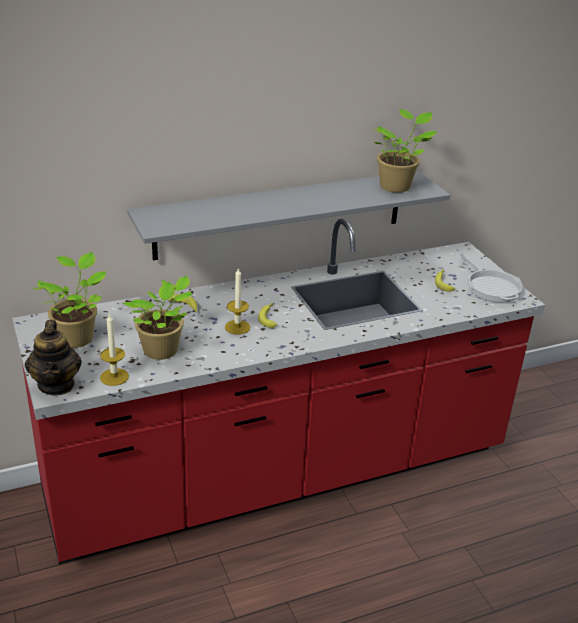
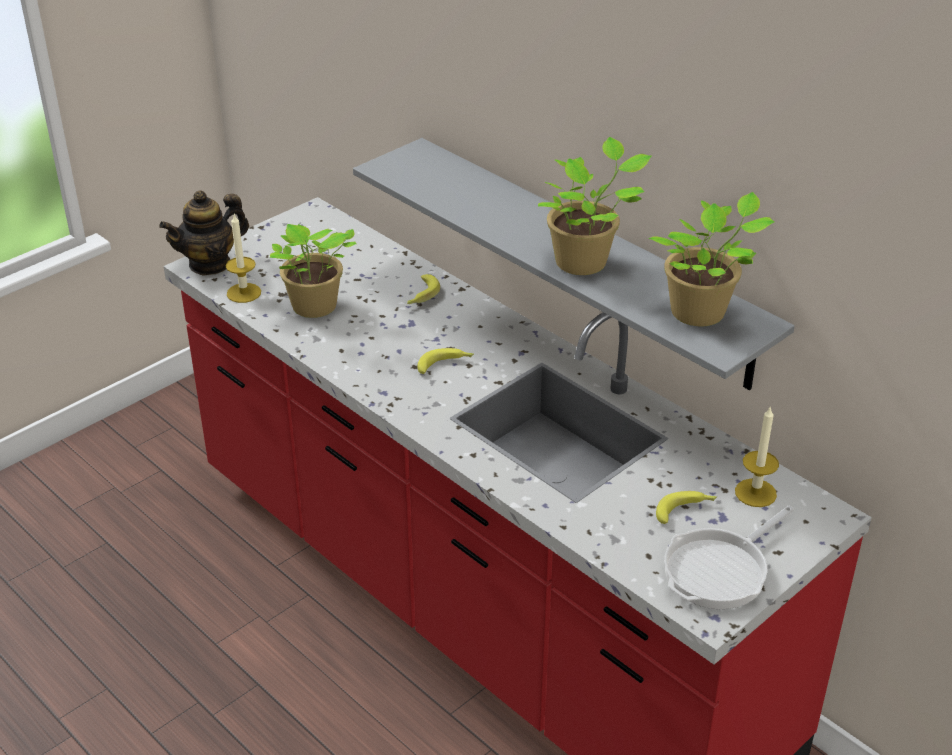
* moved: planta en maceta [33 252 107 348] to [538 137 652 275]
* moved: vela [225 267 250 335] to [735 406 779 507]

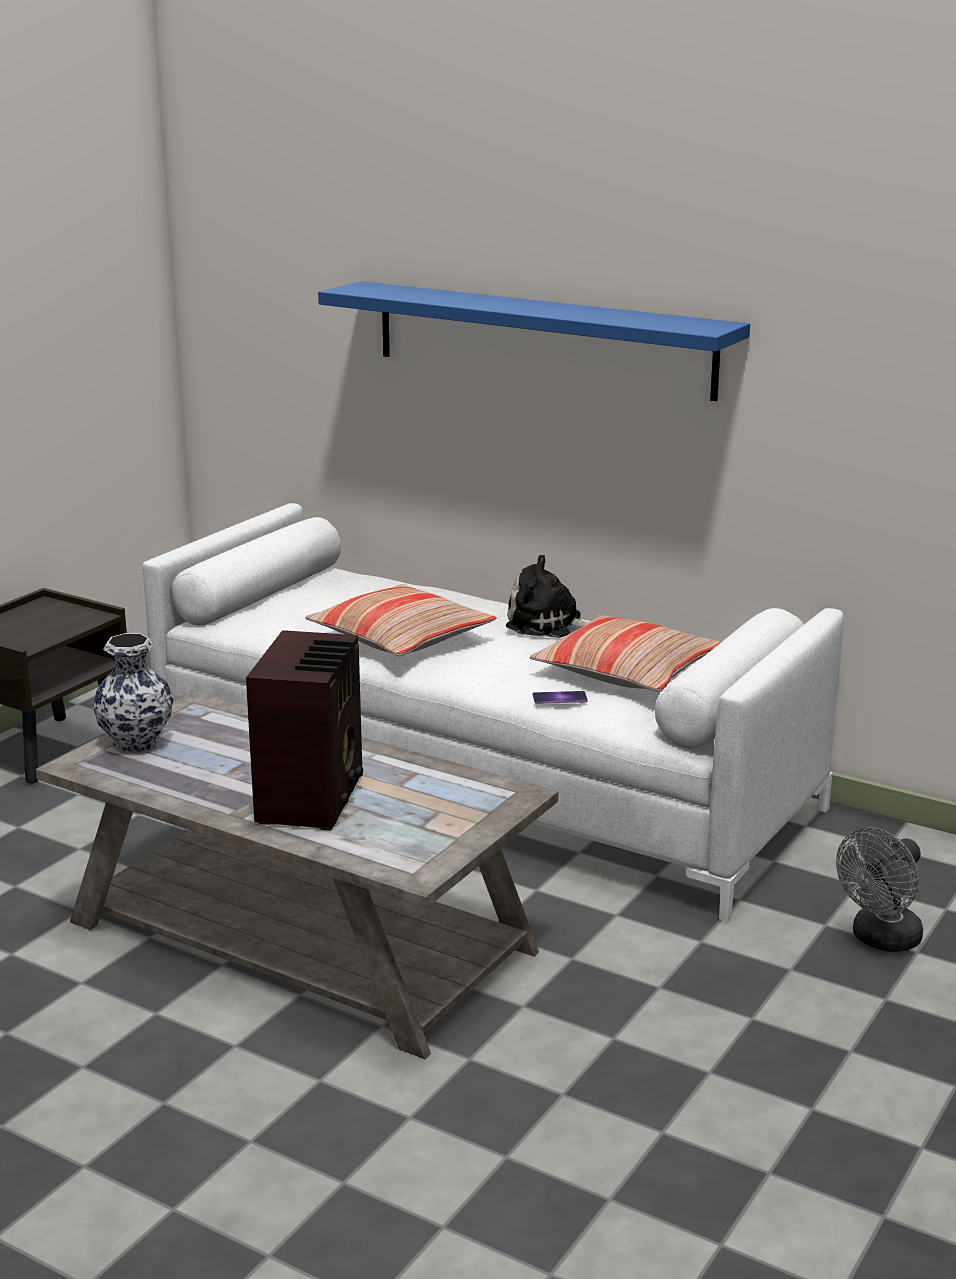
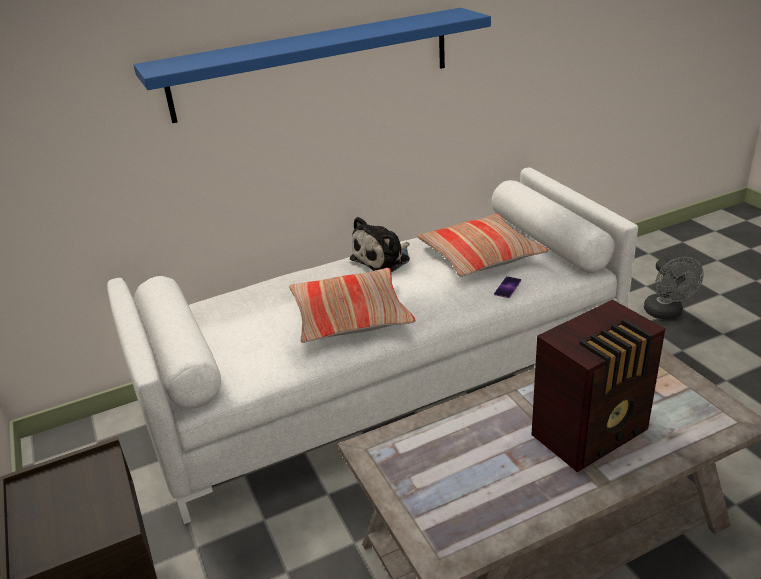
* turned: radio [246 630 363 830] = [531 300 665 472] 105 degrees clockwise
* removed: florero [93 633 173 754]

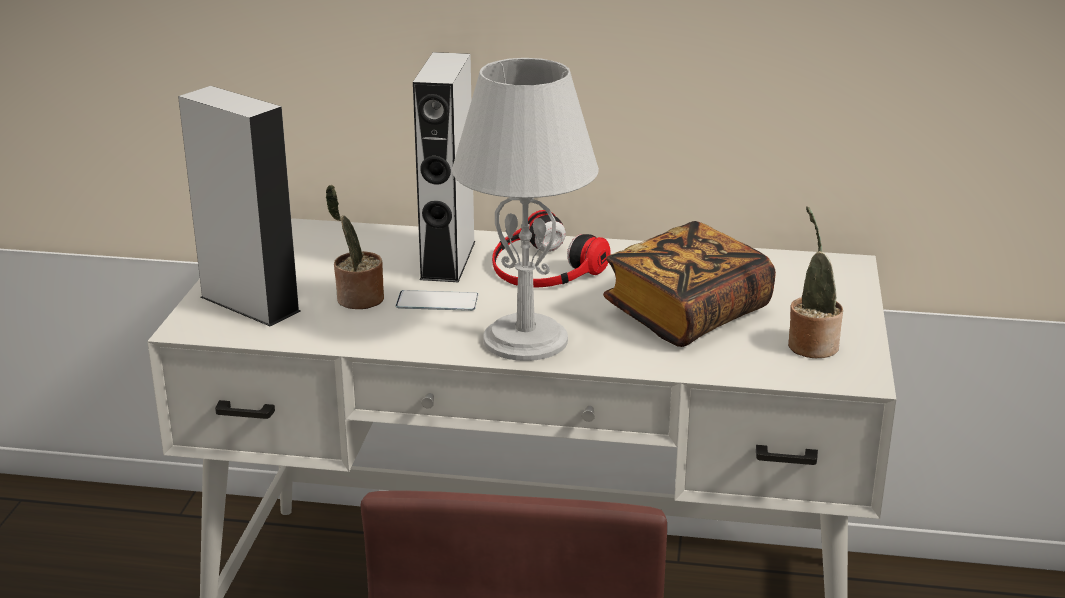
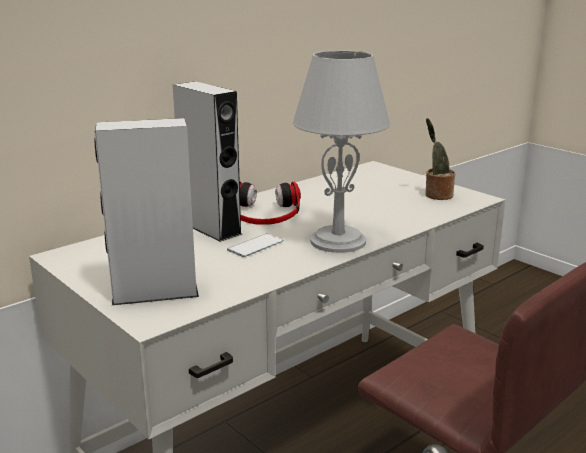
* removed: planta en maceta [325 185 384 309]
* removed: libro [603 221 776 347]

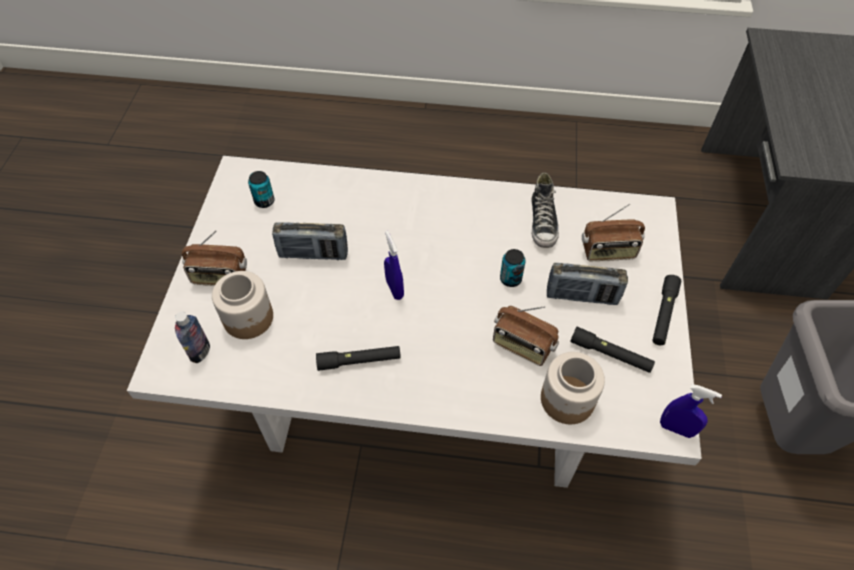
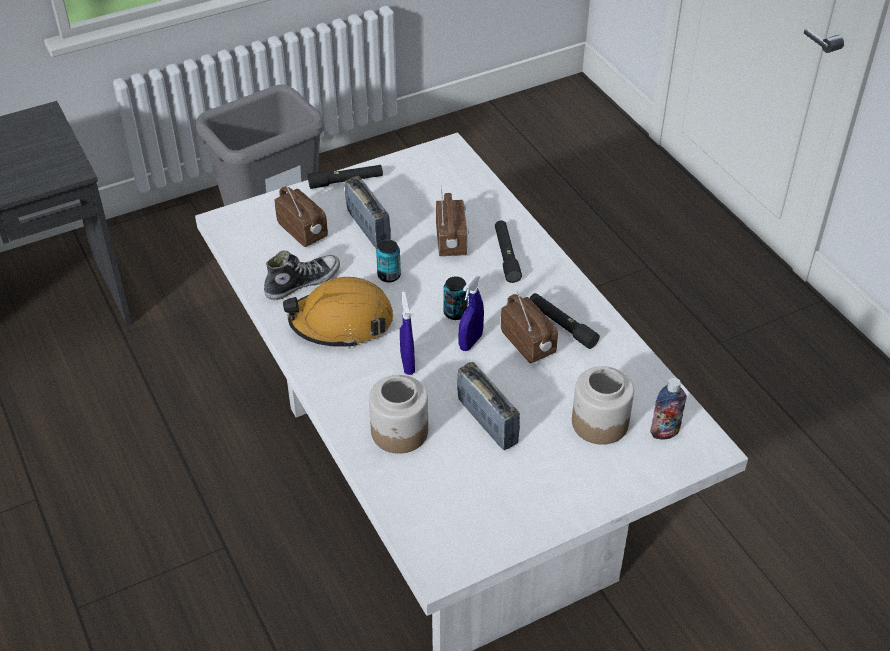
* added: casco (naranja) [283 277 393 349]
* moved: tarro [541 352 605 424] to [369 375 428 454]
* moved: pulverizador (azul) [660 384 722 438] to [400 291 415 375]
* moved: lata [248 171 275 208] to [443 276 468 320]
* moved: linterna (negro) [570 327 655 373] to [495 220 522 283]
* moved: radio [182 230 247 286] to [501 290 558 363]

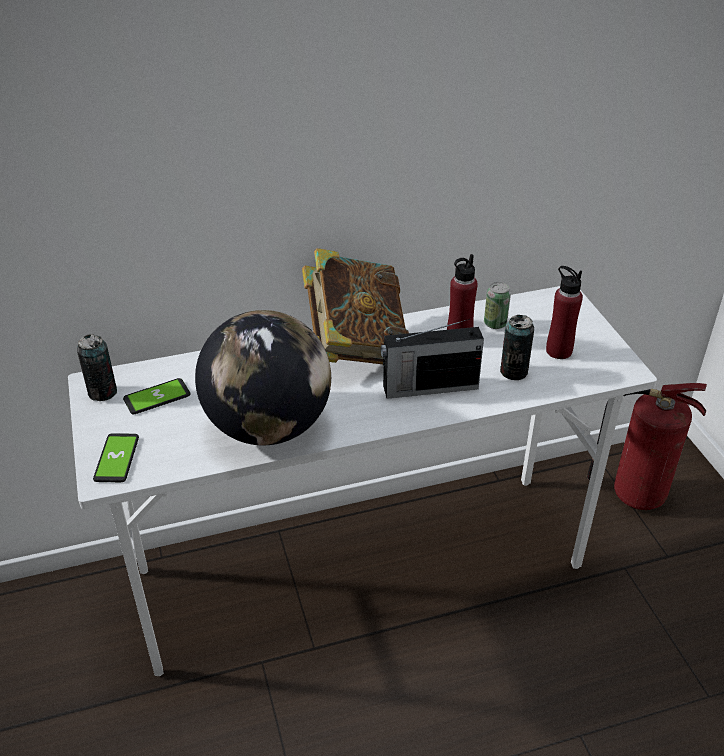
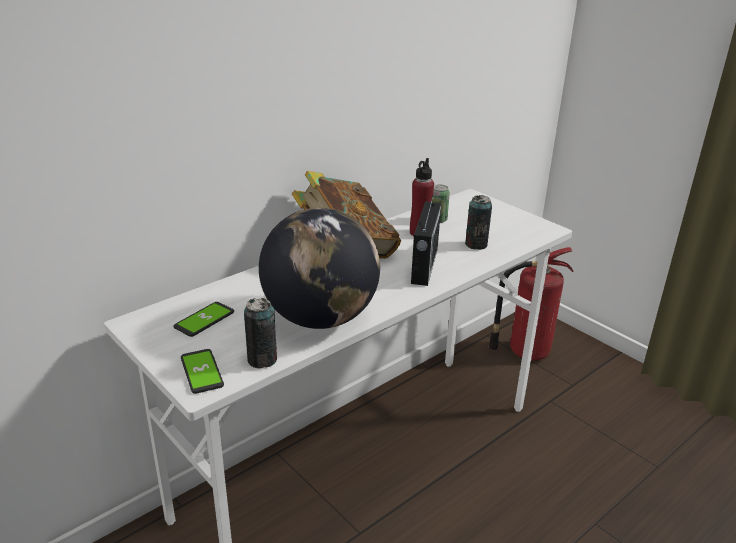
* moved: lata [77 334 117 401] to [244 298 277 368]
* turned: radio [381 319 484 399] = [411 192 441 286] 45 degrees counterclockwise
* removed: botella (rojo) [546 266 583 359]

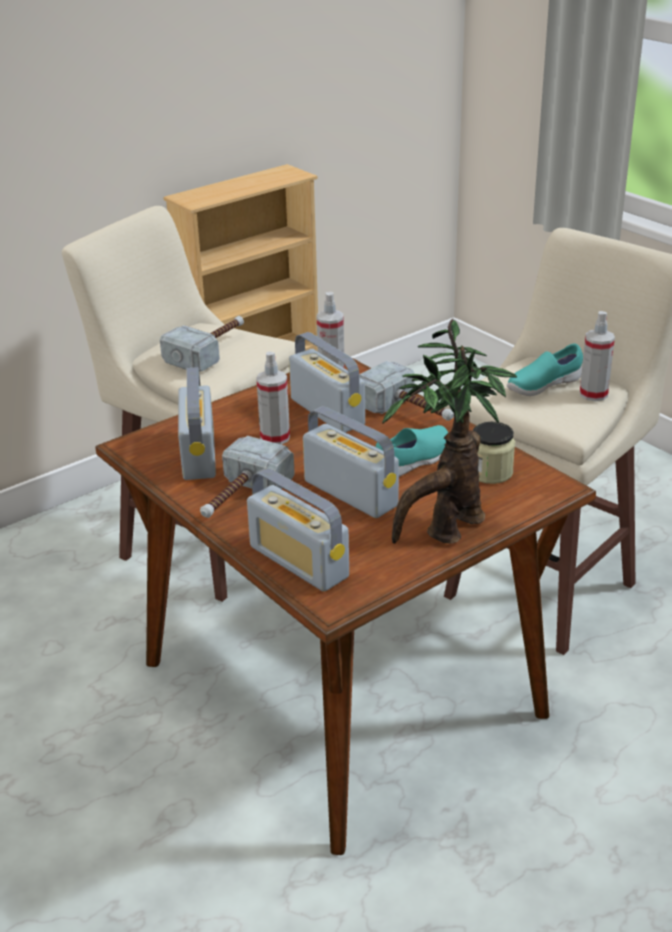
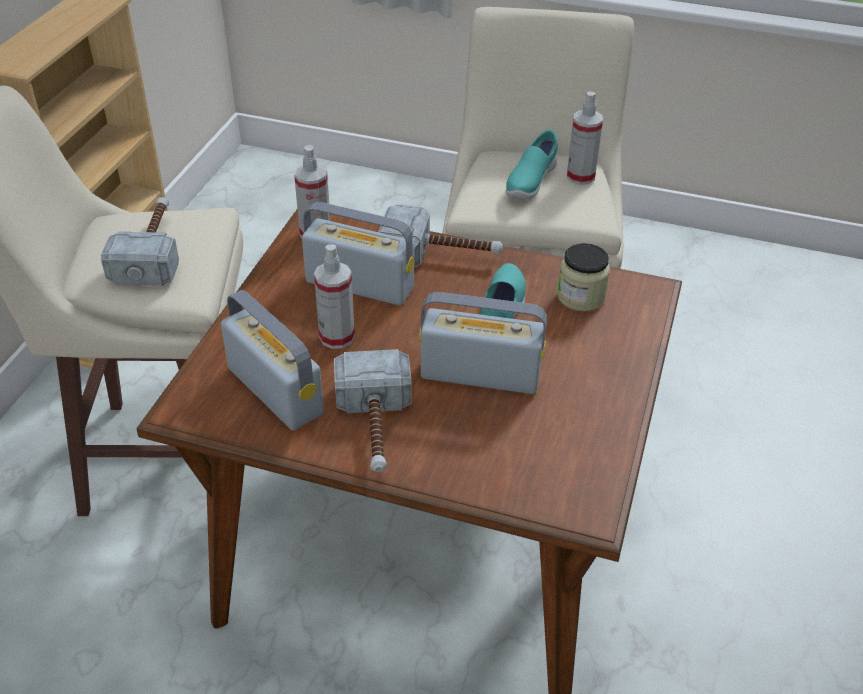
* removed: radio [247 468 349 592]
* removed: planta en maceta [382 319 517 544]

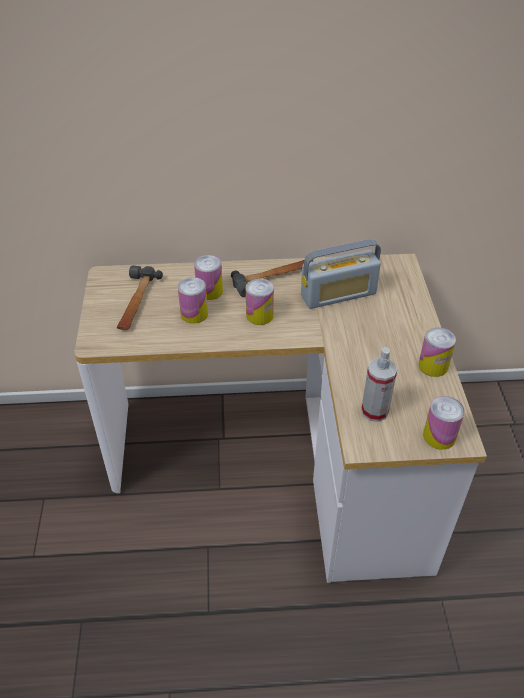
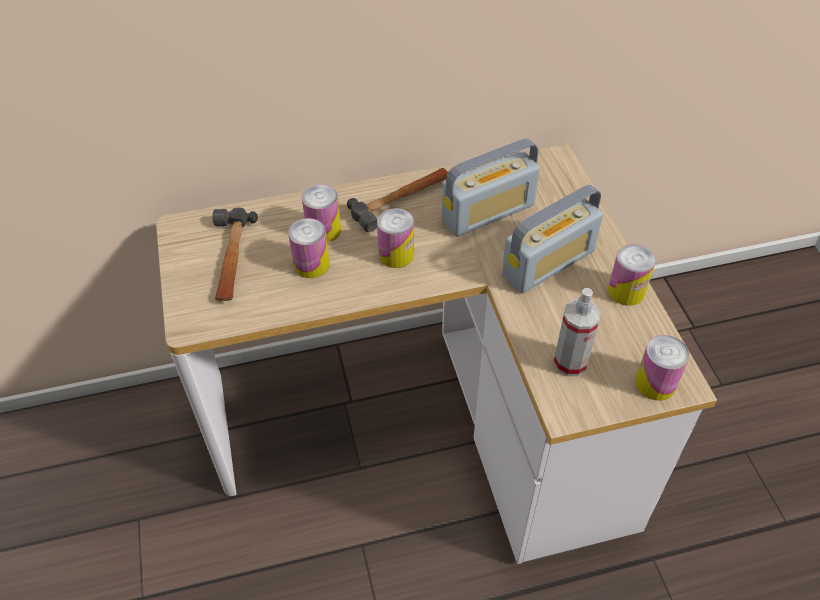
* added: radio [502 185 603 293]

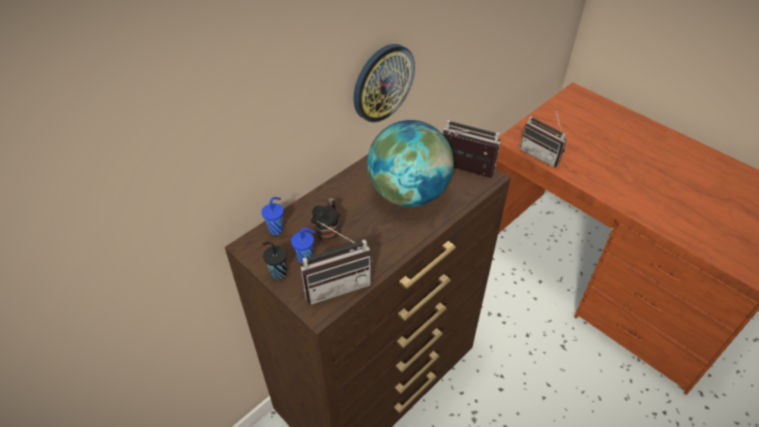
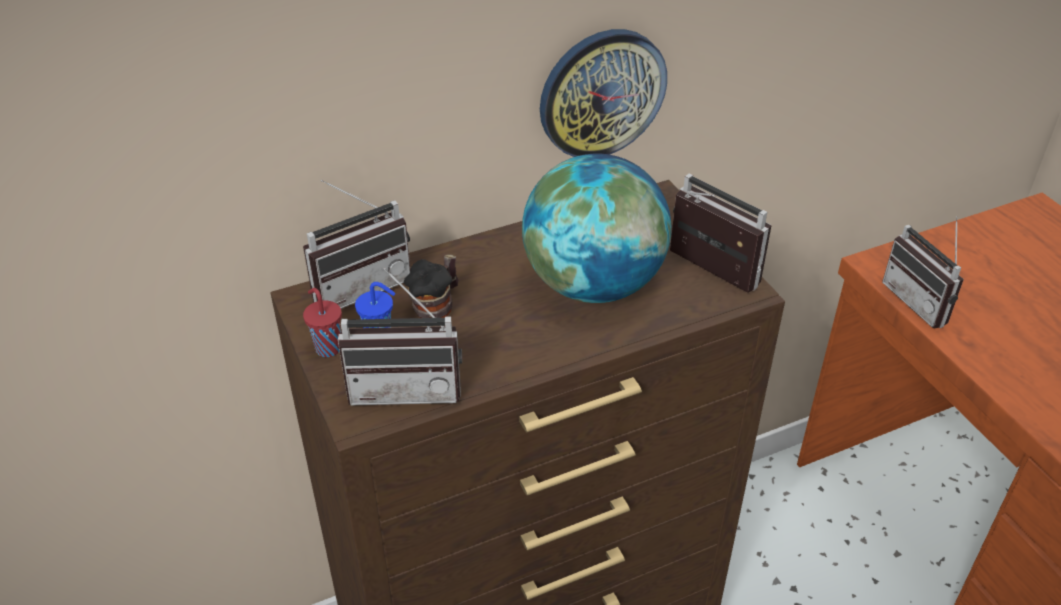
* replaced: taza (azul) [262 197 284 235] to radio [303 180 411 309]
* recoloured: taza (negro) [263 241 287 279] to taza (rojo) [303 288 342 357]

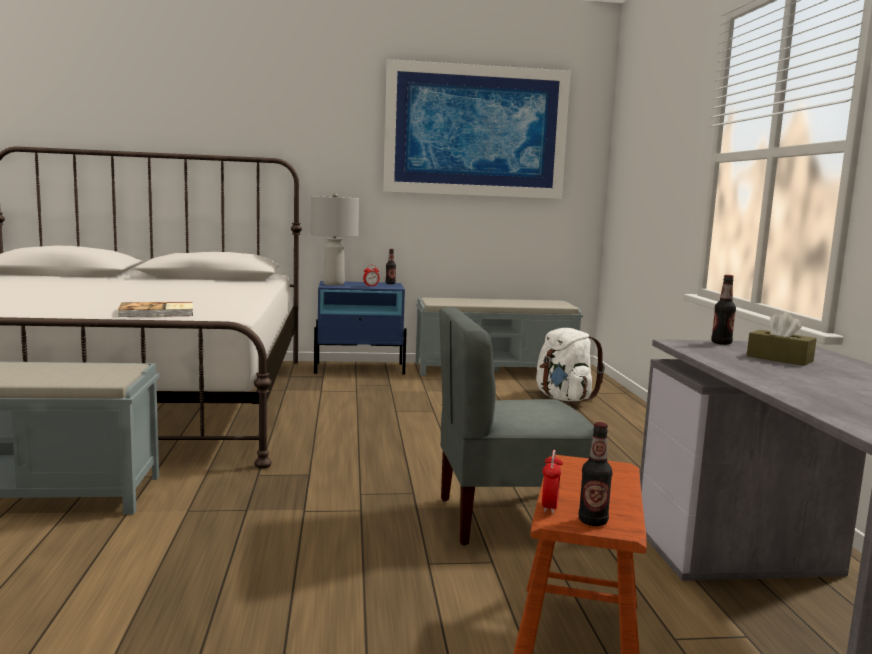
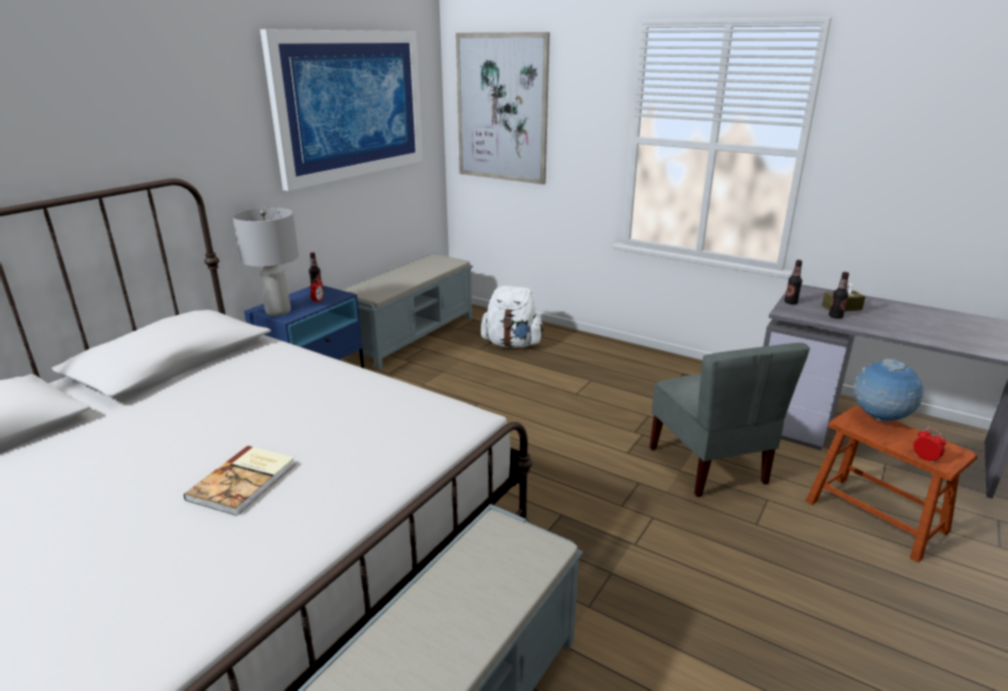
* moved: libro [118 302 193 317] to [184 446 296 516]
* added: cuadro [456 32 550 185]
* turned: silla (gris) [439 307 594 545] = [650 343 810 497] 45 degrees counterclockwise
* moved: botella [579 422 613 526] to [829 272 849 319]
* added: globo terráqueo [854 359 924 423]

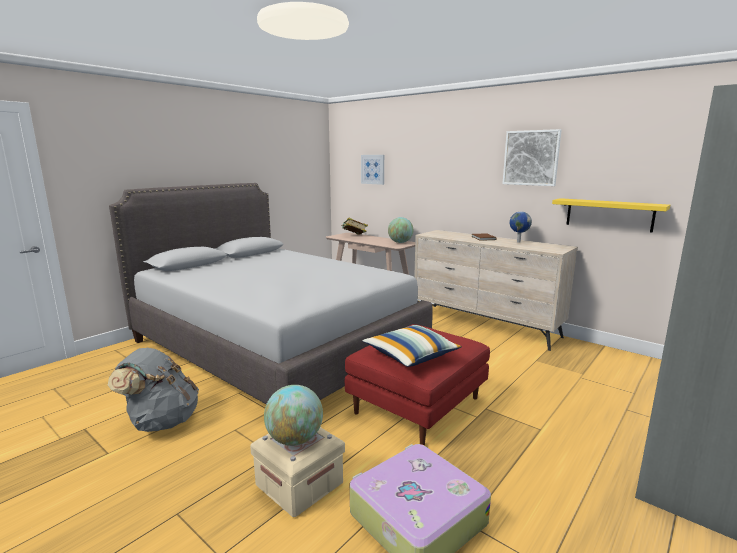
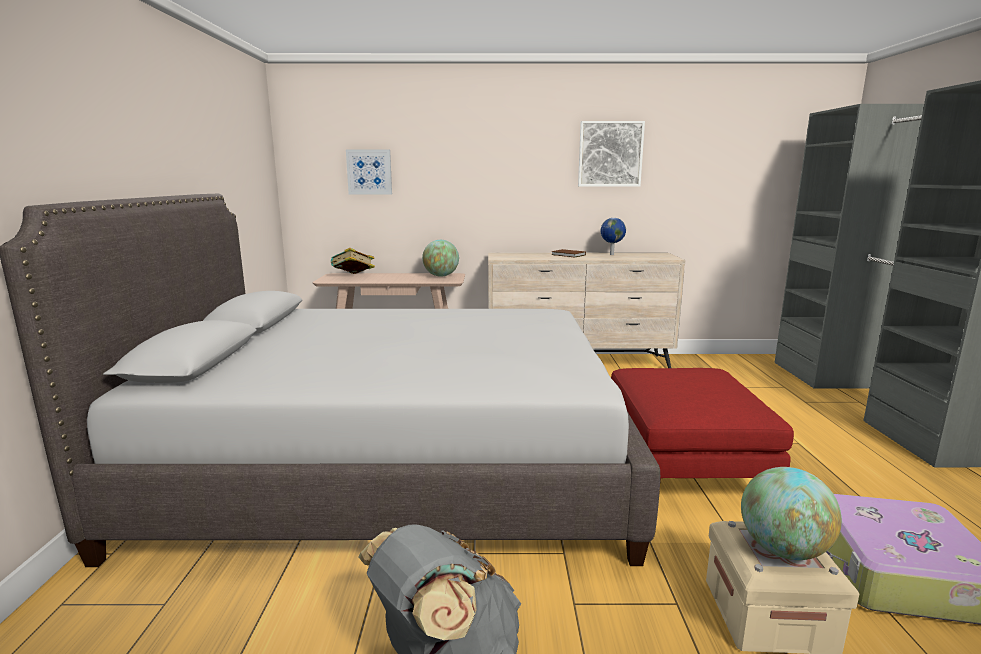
* removed: cojín [363 325 462 367]
* removed: estante (amarillo) [552 198 670 233]

